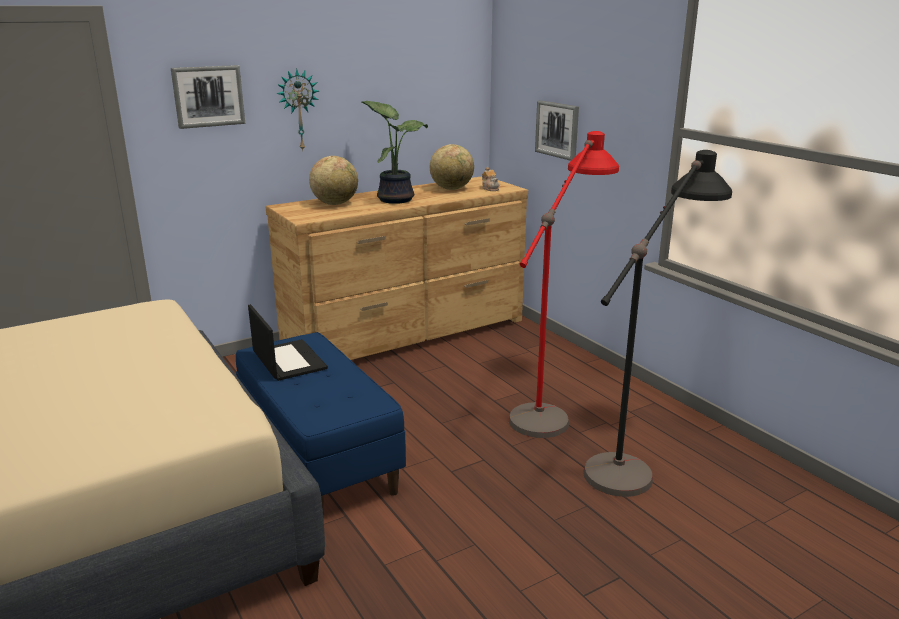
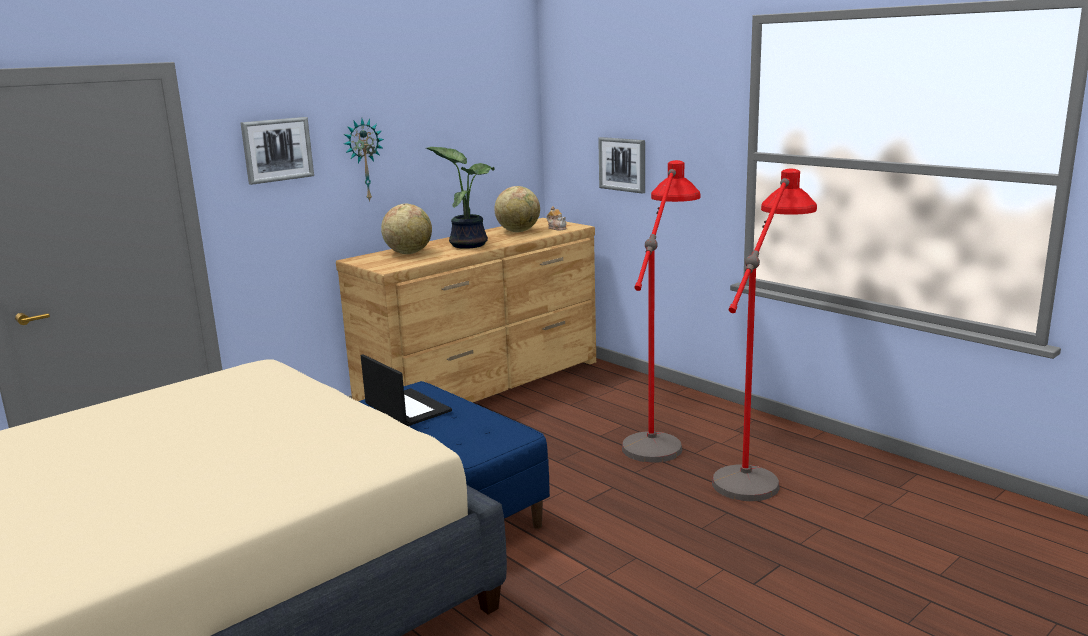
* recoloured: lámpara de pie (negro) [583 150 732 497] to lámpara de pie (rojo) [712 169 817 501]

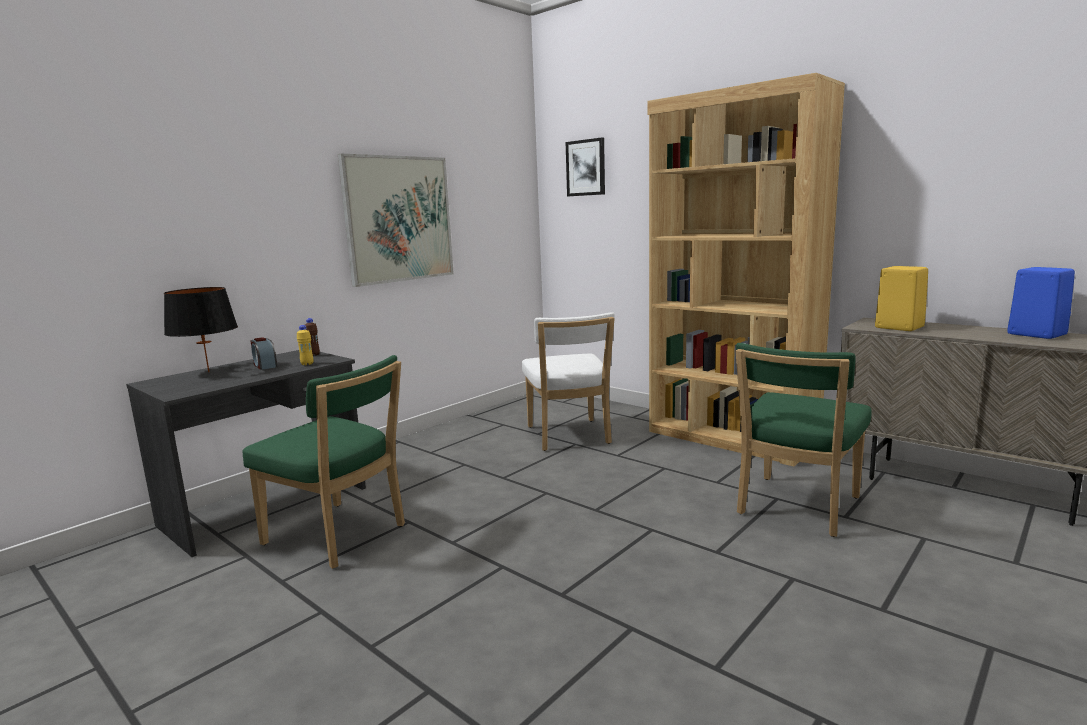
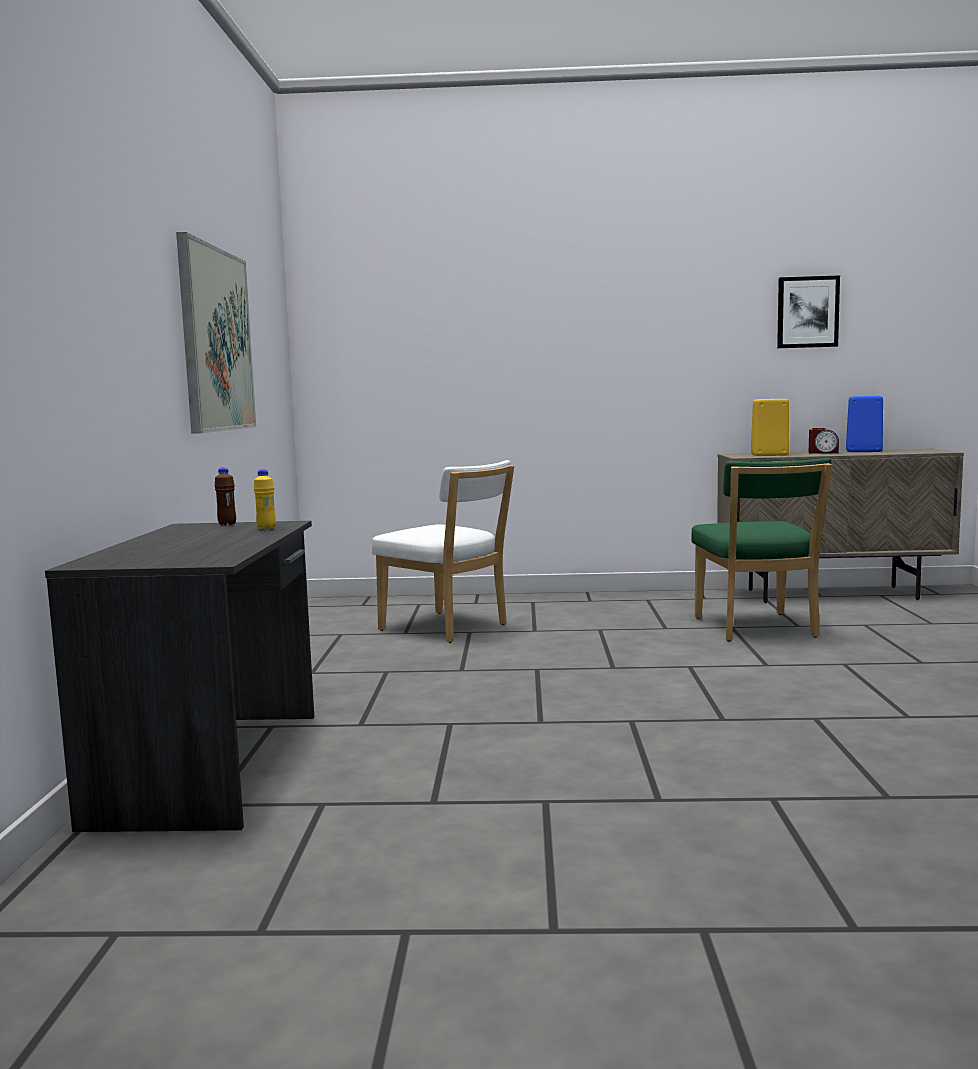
* moved: cuadro [566 137 605 196] to [777 275 840 348]
* moved: despertador [250 337 278 370] to [809 428 839 454]
* removed: lámpara de mesa (negro) [164 287 238 372]
* removed: silla (verde) [242 355 405 569]
* removed: estantería (marrón) [648 73 845 466]

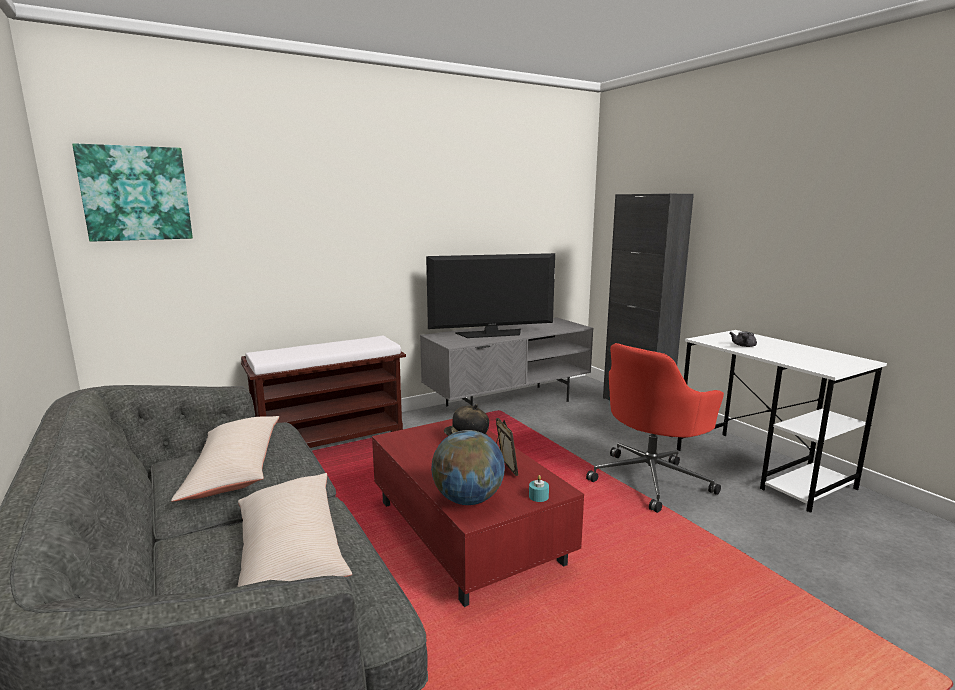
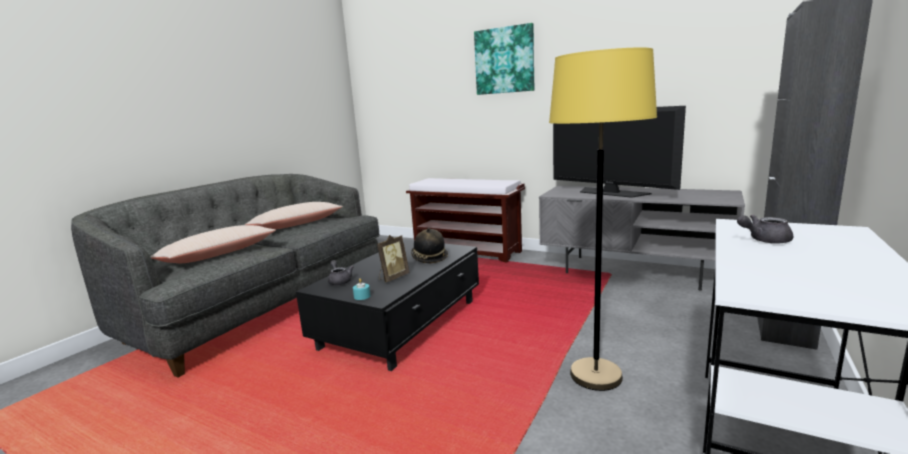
* recoloured: mesa de centro (rojo) [372 419 584 607] to mesa de centro (negro) [296 239 479 371]
* replaced: globo terráqueo [431 430 505 505] to tetera (gris) [328 260 354 285]
* moved: cuadro [72 143 193 242] to [474 23 534 95]
* replaced: silla de oficina (rojo) [586 343 724 513] to lámpara de pie (amarillo) [549 47 657 391]

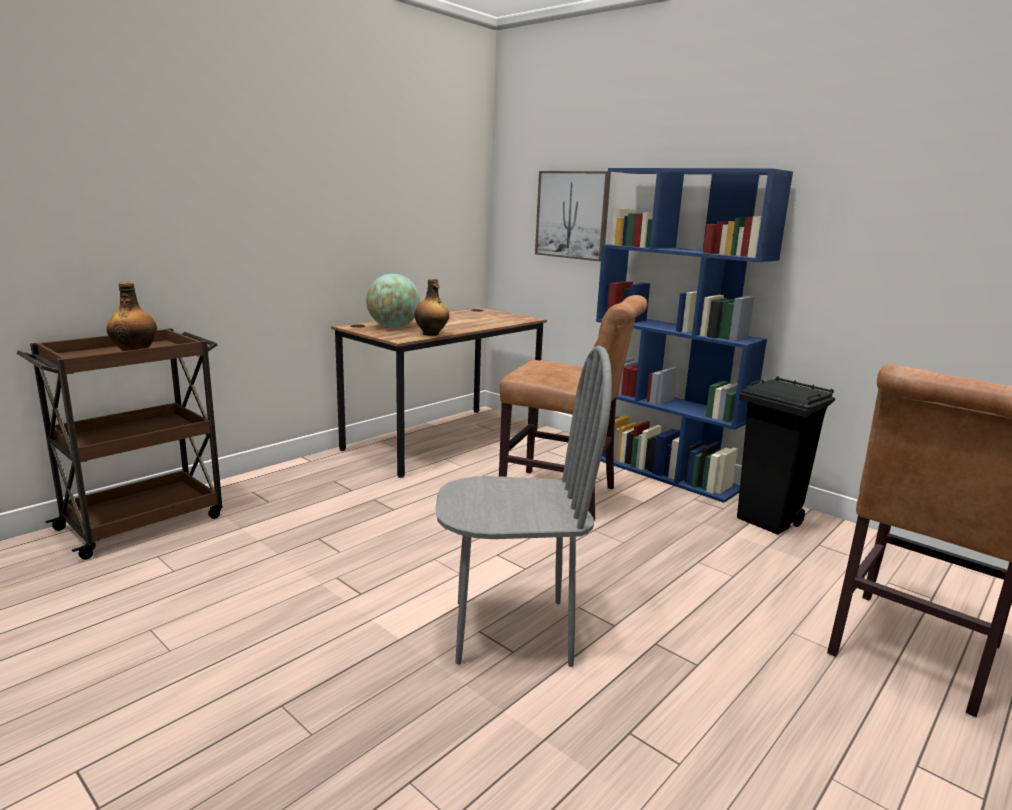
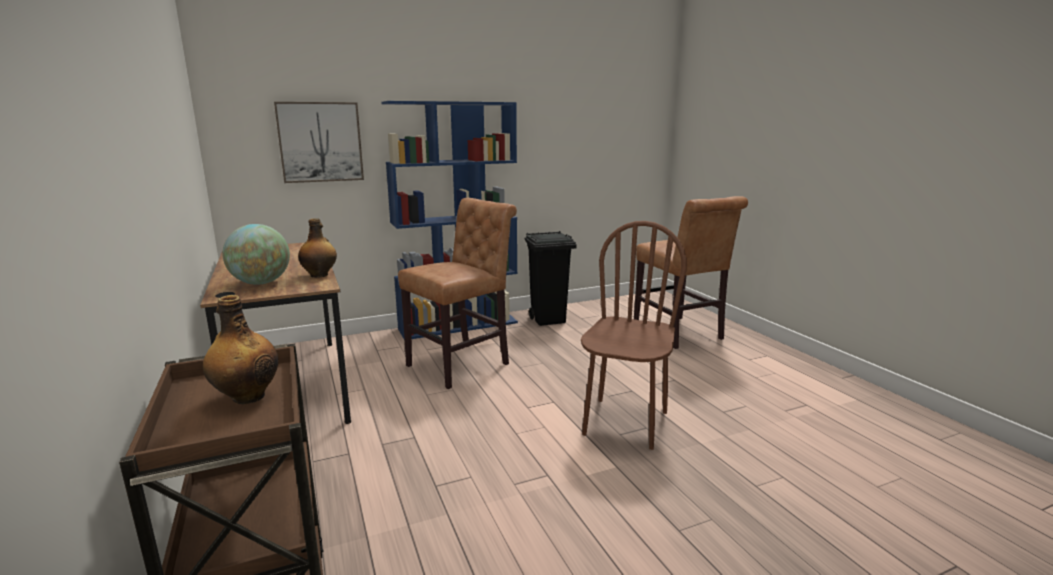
* recoloured: silla (gris) [435 345 612 667] to silla (marrón) [581 221 687 450]

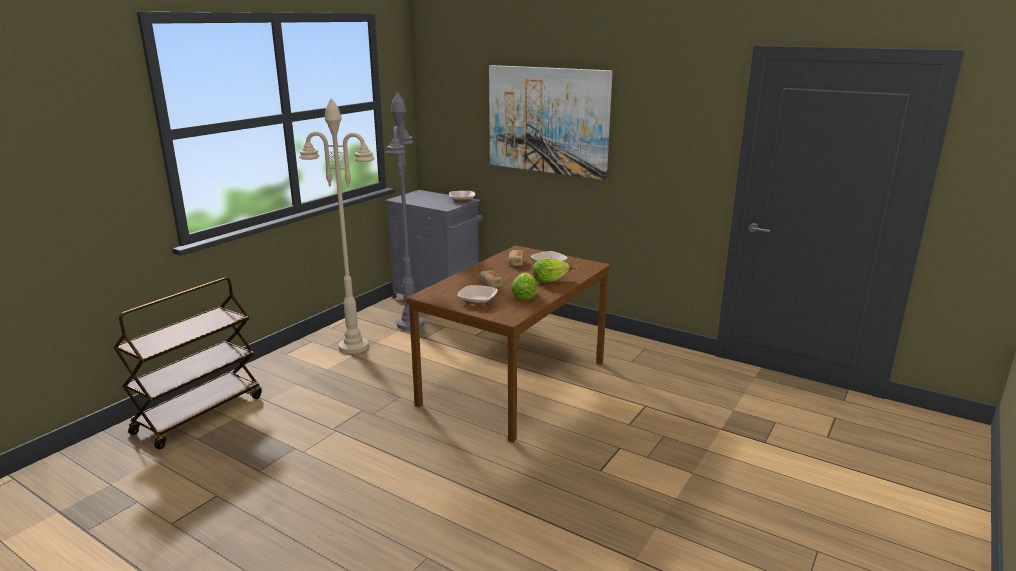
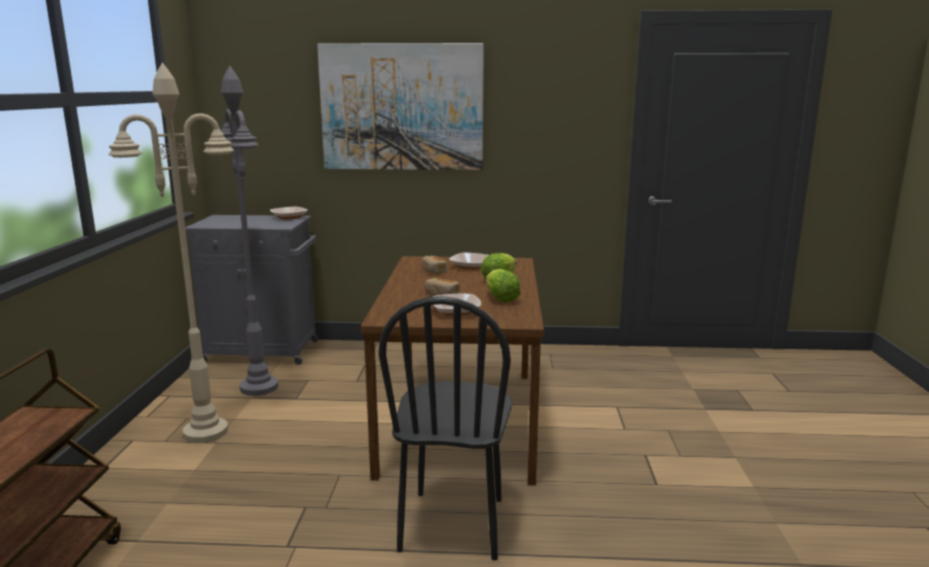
* added: silla (negro) [379 296 512 561]

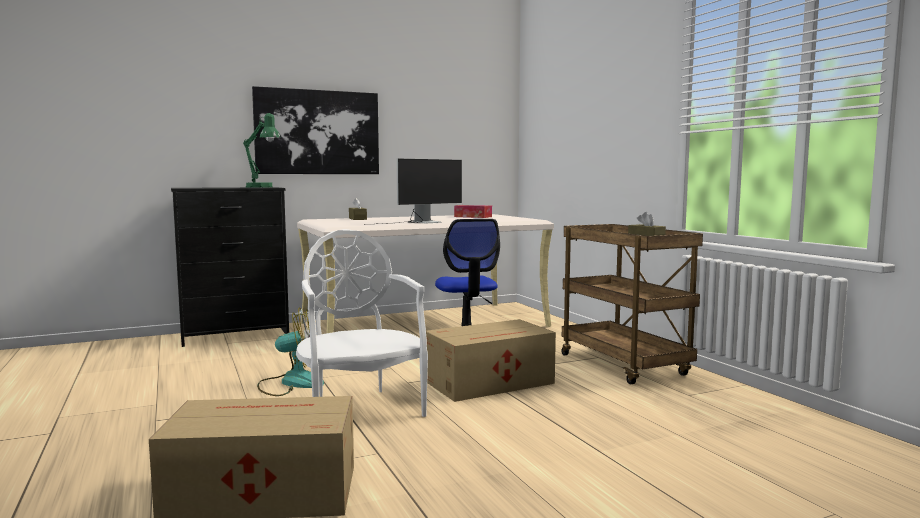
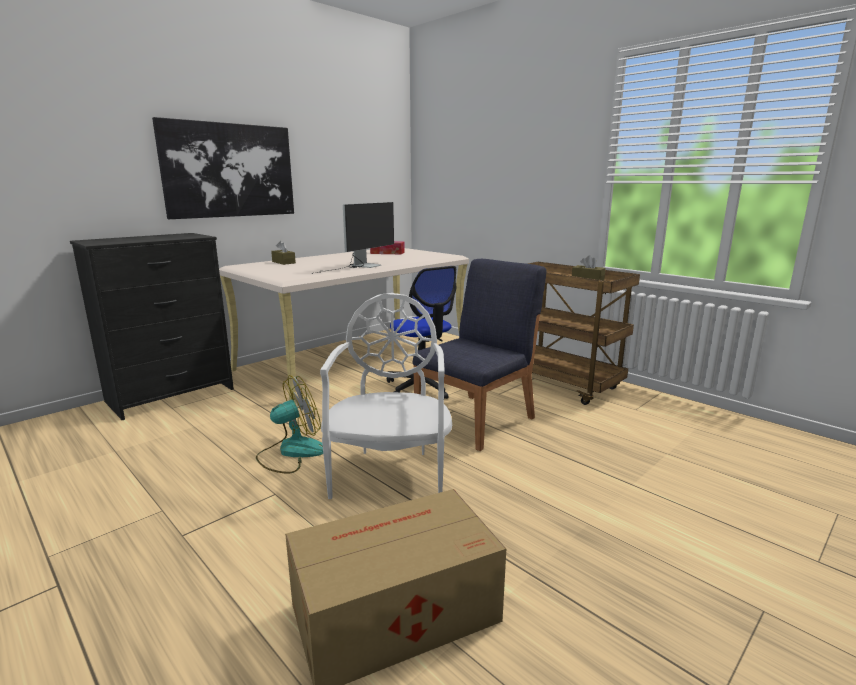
* turned: silla (blanco) [296 229 428 417] = [320 293 452 499] 45 degrees clockwise
* replaced: caja de cartón [426 319 556 402] to silla (azul) [413 259 546 451]
* removed: lámpara de mesa (verde) [243 113 280 188]

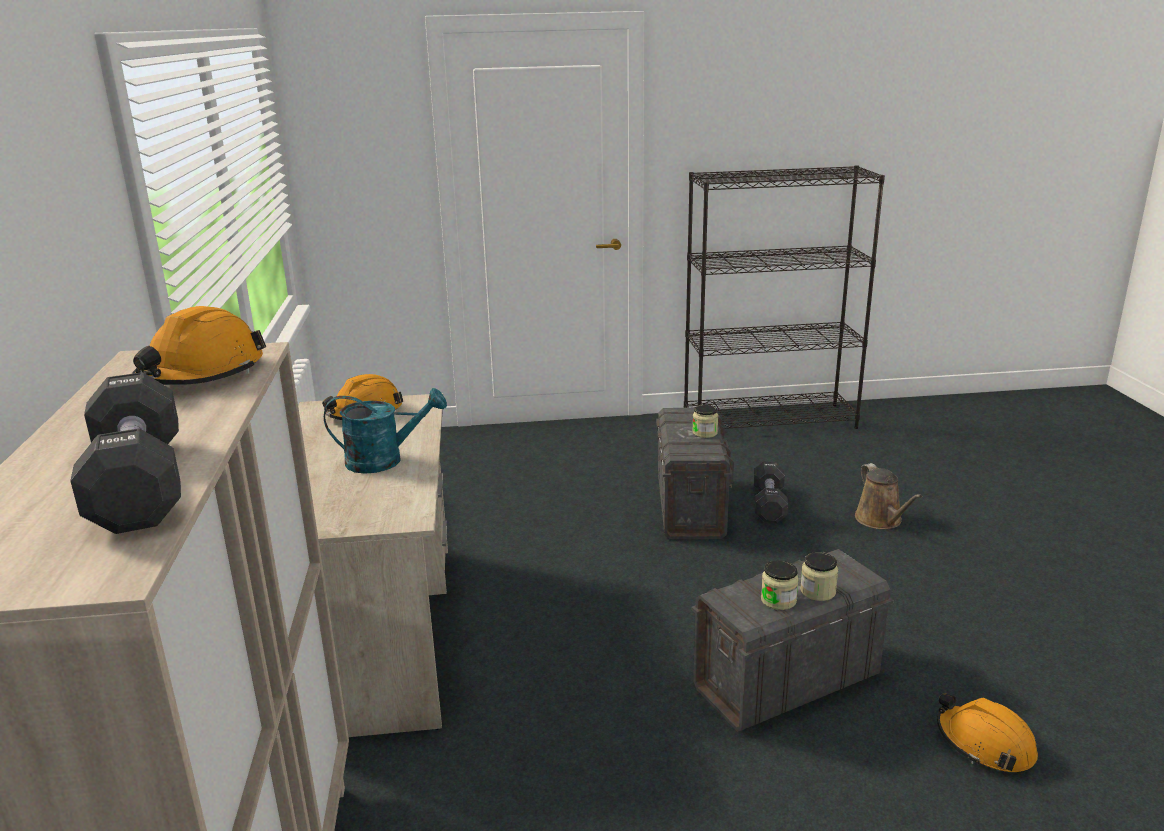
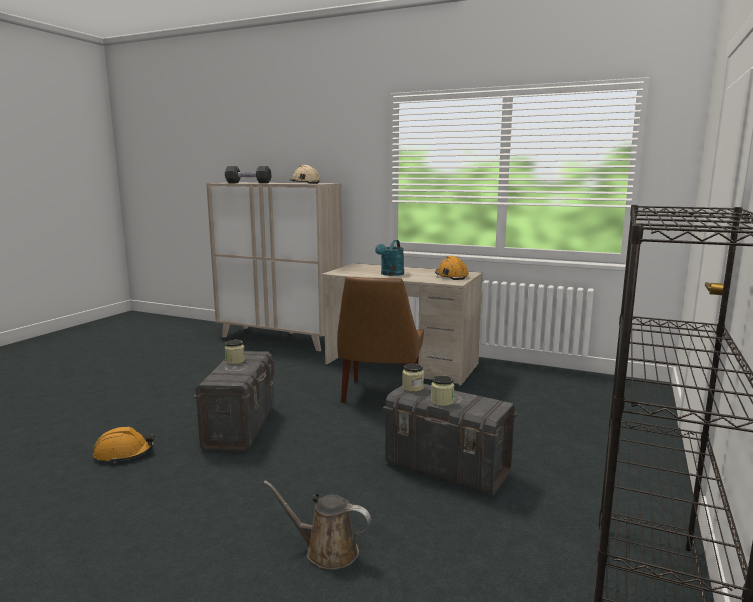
* recoloured: casco (naranja) [132 306 266 385] to casco (beis) [290 165 321 184]
* added: silla (marrón) [337 276 424 403]
* moved: tarro [800 552 838 601] to [402 363 424 392]
* removed: mancuerna (negro) [754 461 788 523]

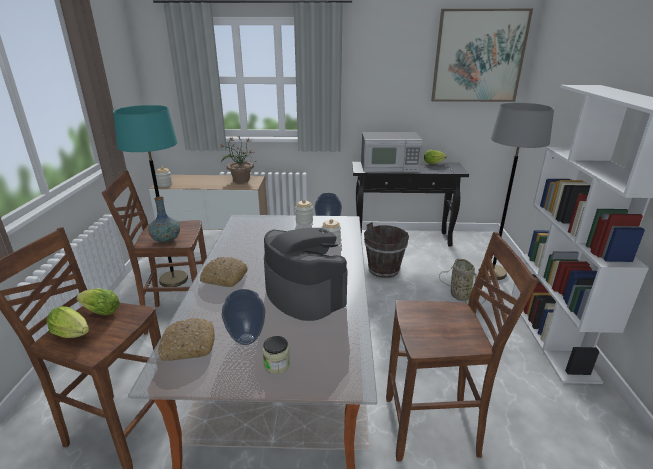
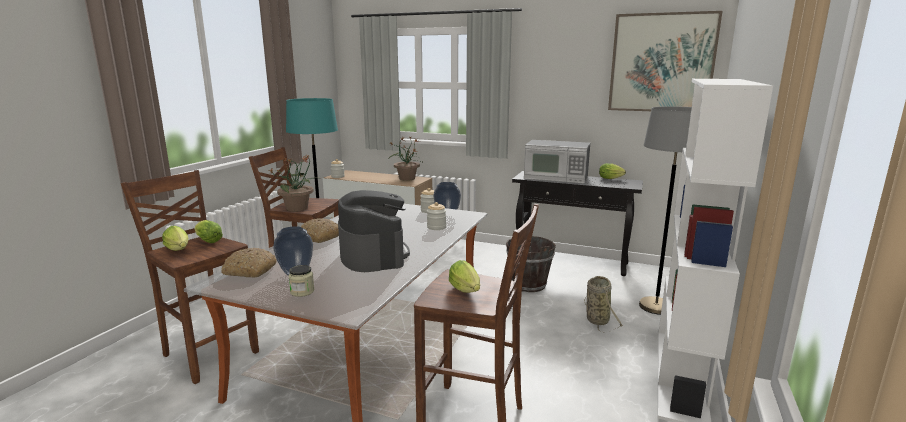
* replaced: florero [148 197 180 243] to planta en maceta [270 154 318 211]
* added: lechuga [449 260 480 293]

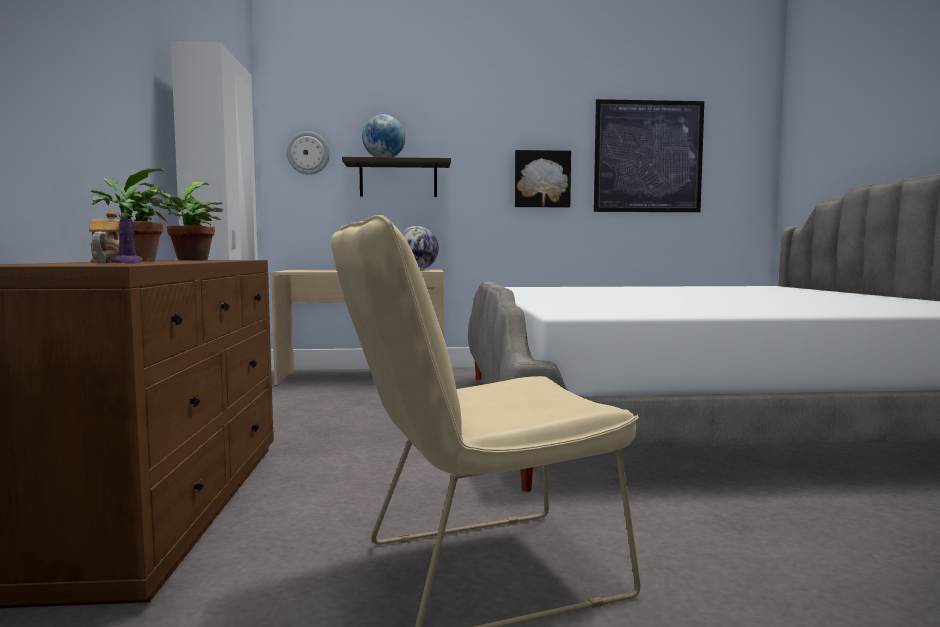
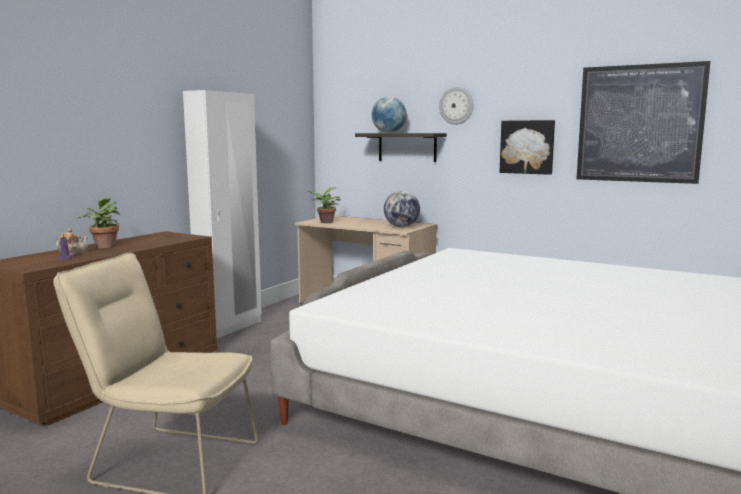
* moved: planta en maceta [140 181 223 261] to [307 187 341 223]
* moved: reloj de pared [287 131 330 175] to [439 87 474 125]

